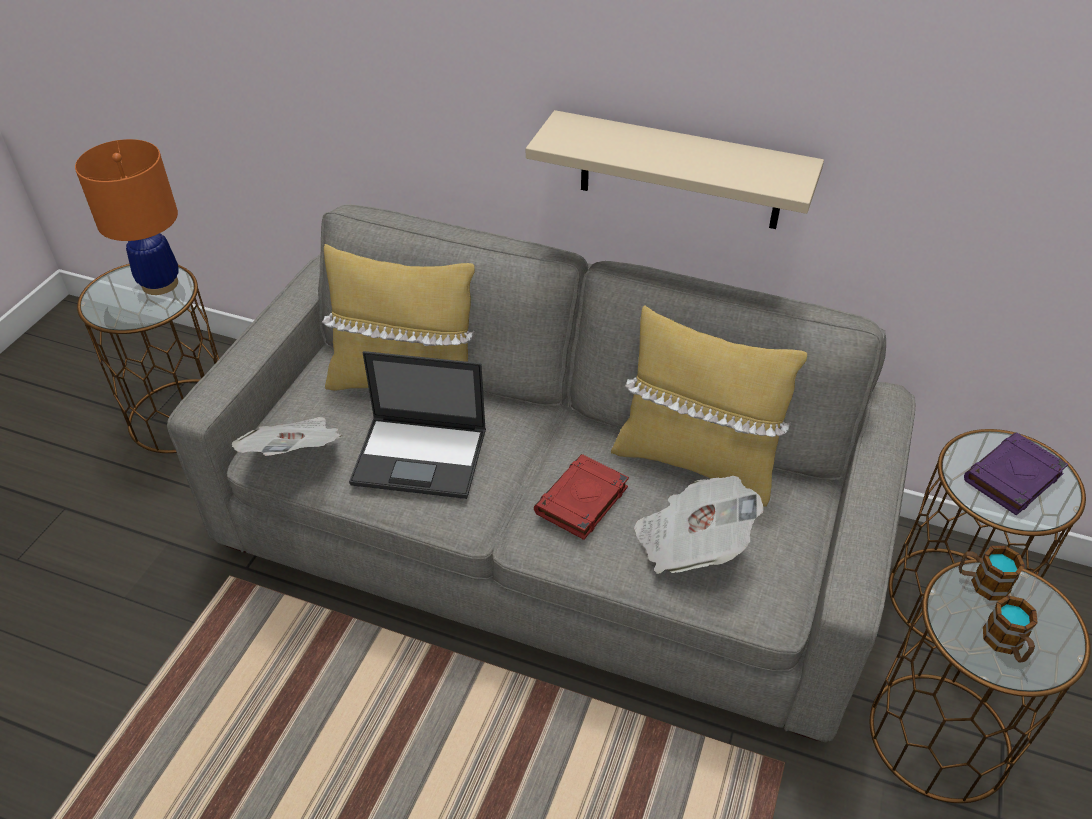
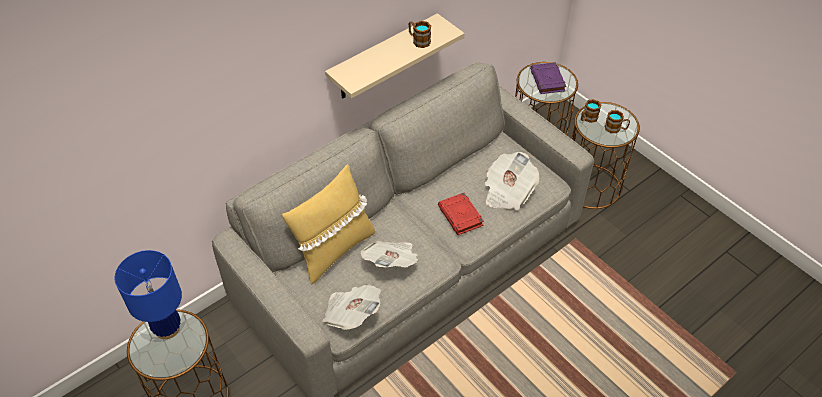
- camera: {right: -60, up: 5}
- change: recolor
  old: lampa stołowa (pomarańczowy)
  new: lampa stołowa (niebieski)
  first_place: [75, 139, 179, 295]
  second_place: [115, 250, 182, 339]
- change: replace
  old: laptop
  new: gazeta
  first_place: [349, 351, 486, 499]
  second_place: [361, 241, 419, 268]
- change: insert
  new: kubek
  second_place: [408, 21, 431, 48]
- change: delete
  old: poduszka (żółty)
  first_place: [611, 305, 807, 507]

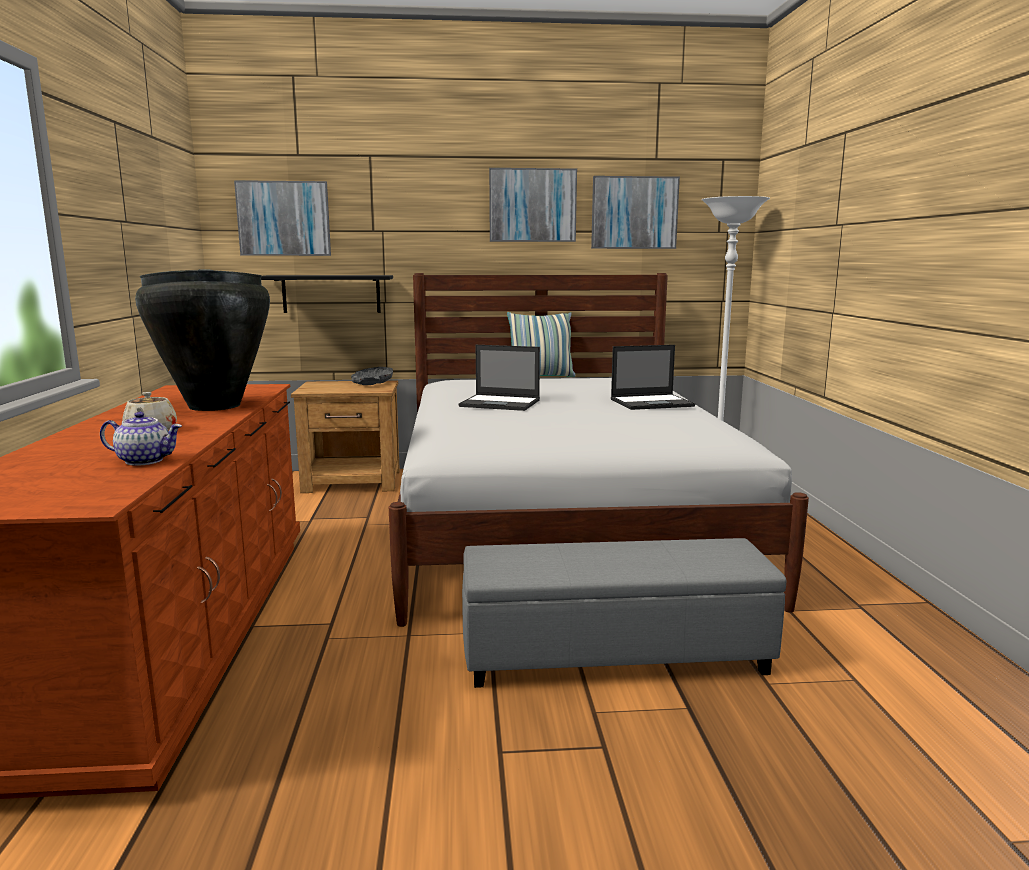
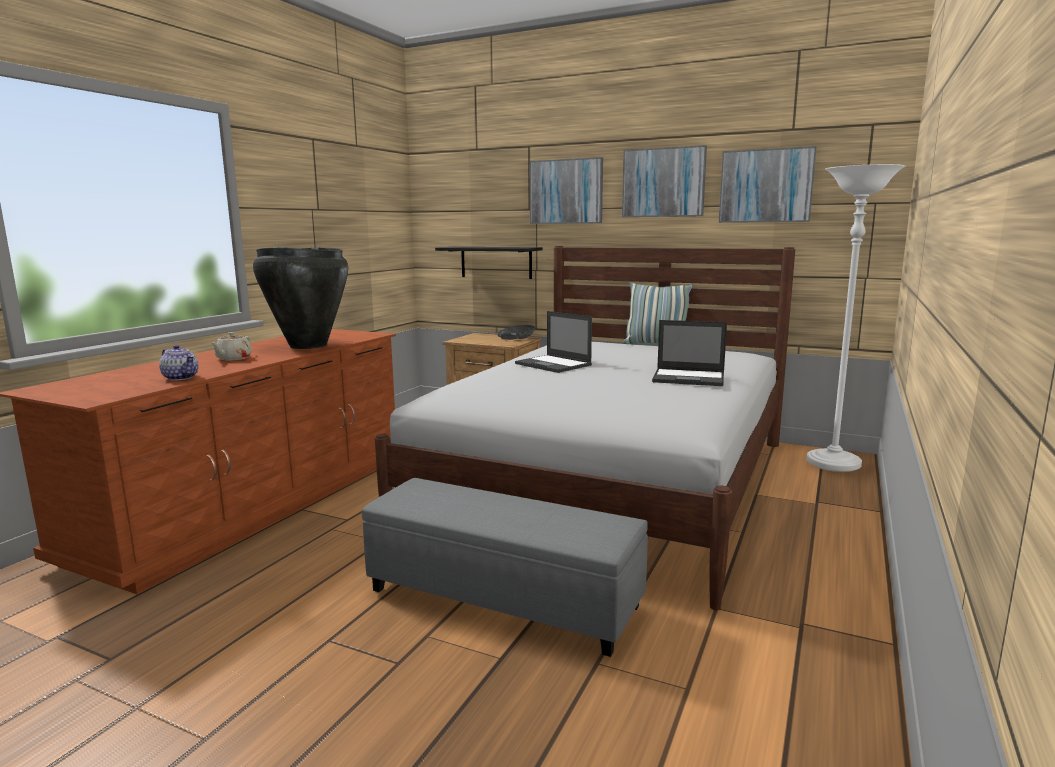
- camera: {right: 30, up: 0}
- change: move
  old: obraz
  first_place: [234, 180, 331, 256]
  second_place: [530, 157, 603, 224]

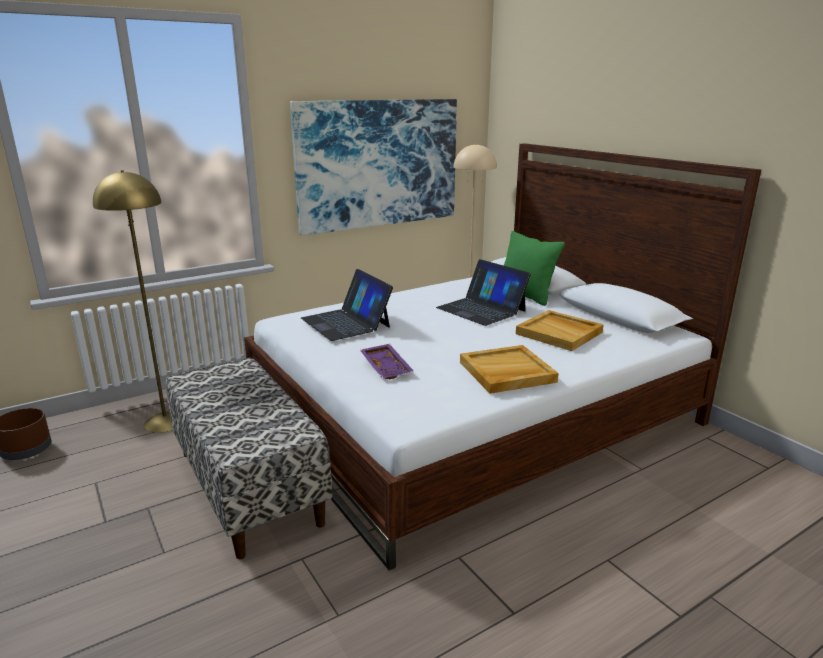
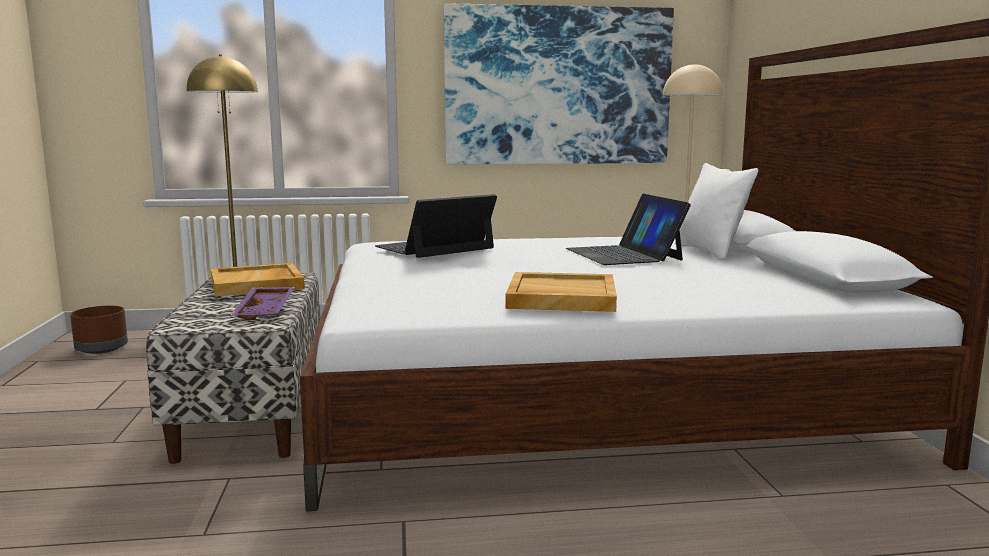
- camera: {right: 25, up: -10}
- change: move
  old: taca (beżowy)
  first_place: [516, 310, 604, 351]
  second_place: [211, 263, 305, 296]
- change: move
  old: taca (fioletowy)
  first_place: [360, 344, 414, 379]
  second_place: [231, 287, 295, 320]
- change: rotate
  old: laptop
  first_place: [301, 269, 393, 341]
  second_place: [375, 194, 497, 258]
  degrees: 60
- change: recolor
  old: poduszka (zielony)
  new: poduszka (biały)
  first_place: [504, 231, 565, 306]
  second_place: [675, 163, 758, 260]

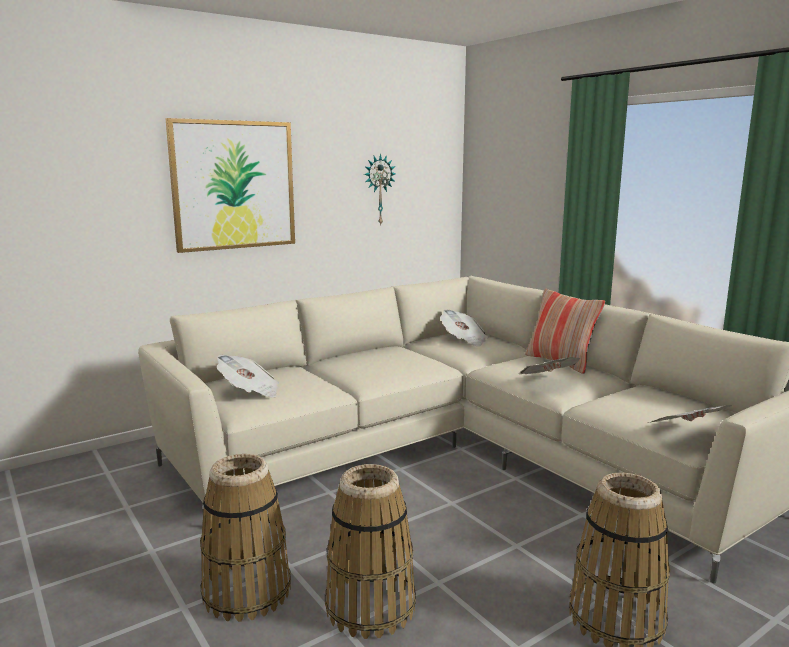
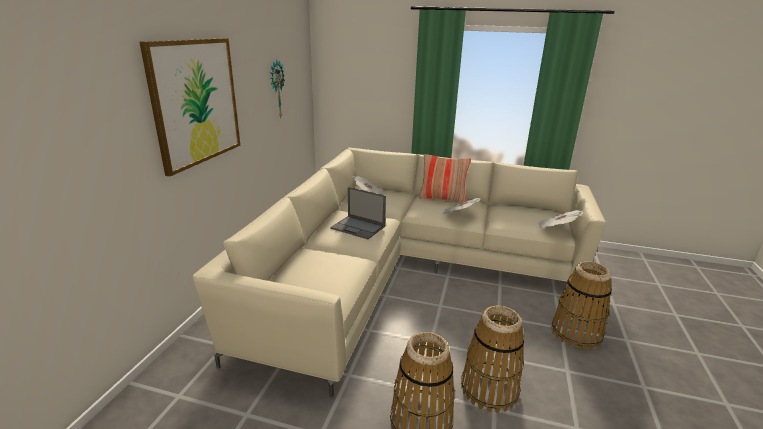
- camera: {right: -40, up: 10}
- change: insert
  new: laptop
  second_place: [330, 187, 386, 239]
- change: delete
  old: gazeta
  first_place: [217, 355, 279, 398]

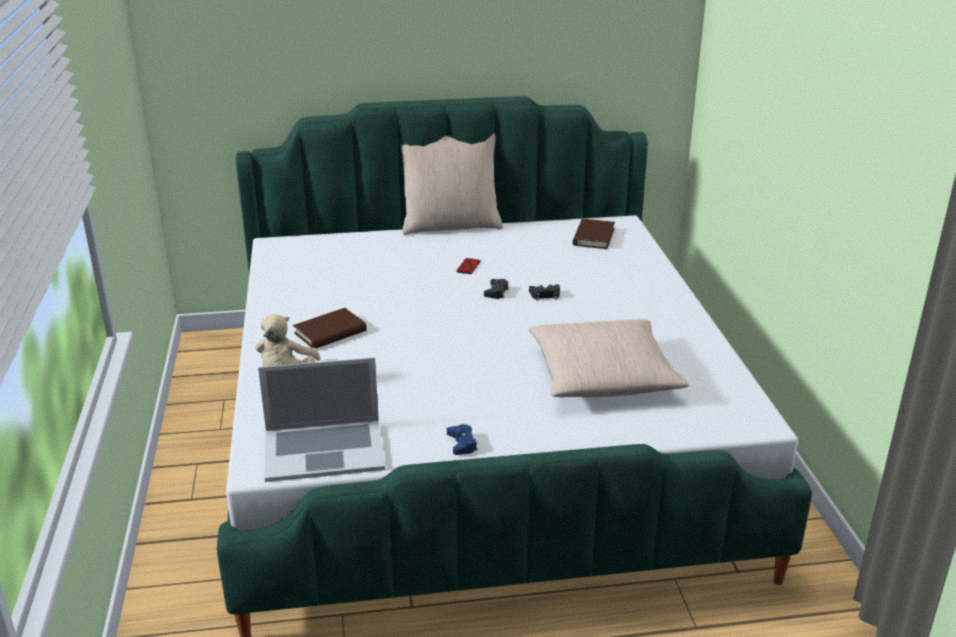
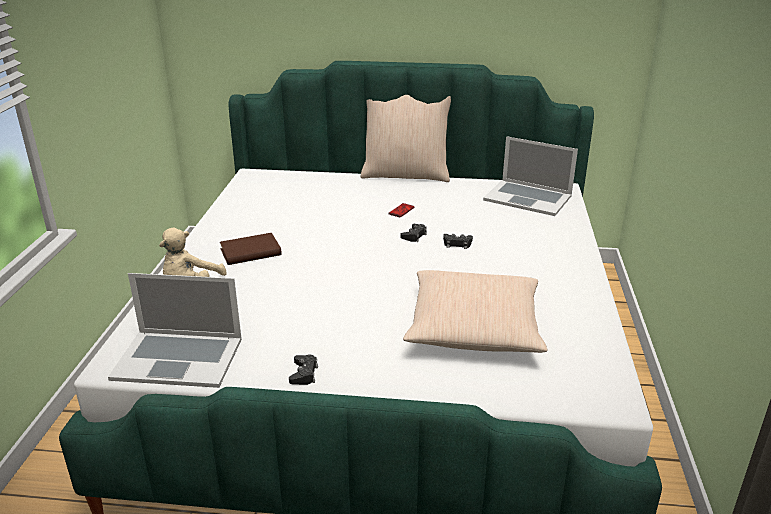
- camera: {right: 15, up: 0}
- change: recolor
  old: pad do gier (niebieski)
  new: pad do gier (czarny)
  first_place: [447, 424, 477, 455]
  second_place: [289, 355, 318, 385]
- change: replace
  old: książka (brązowy)
  new: laptop
  first_place: [573, 219, 615, 249]
  second_place: [483, 136, 578, 216]

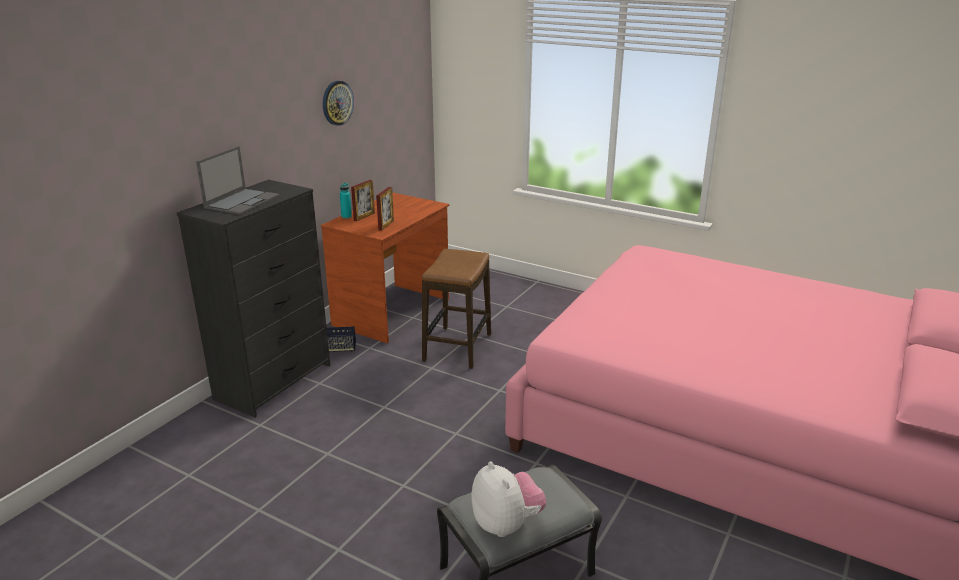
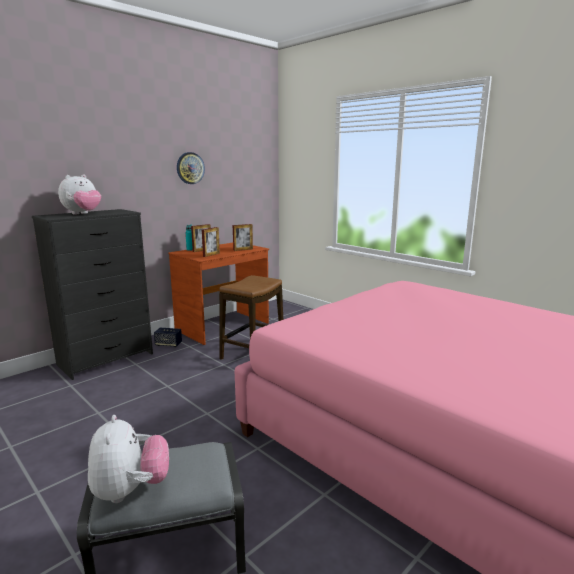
- camera: {right: 15, up: -10}
- change: replace
  old: laptop
  new: pluszak
  first_place: [196, 146, 280, 215]
  second_place: [58, 174, 101, 215]
- change: insert
  new: ramka na zdjęcie
  second_place: [233, 224, 253, 251]

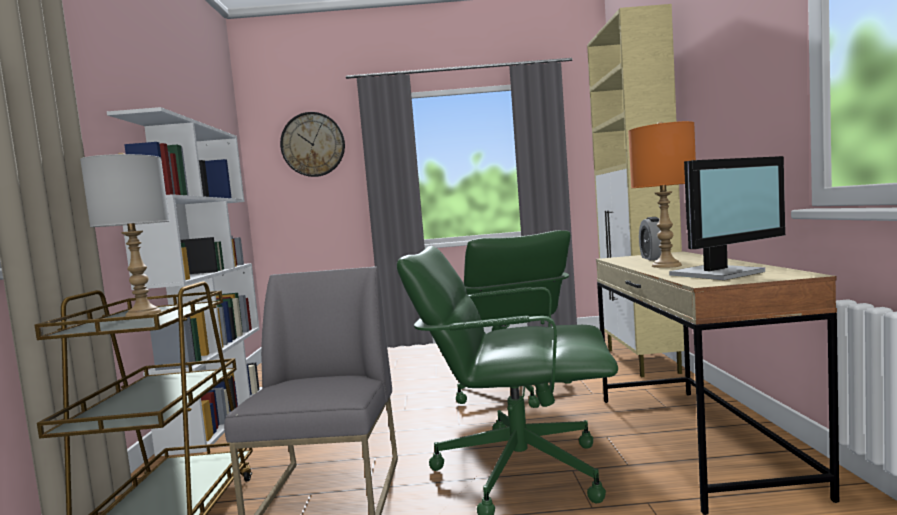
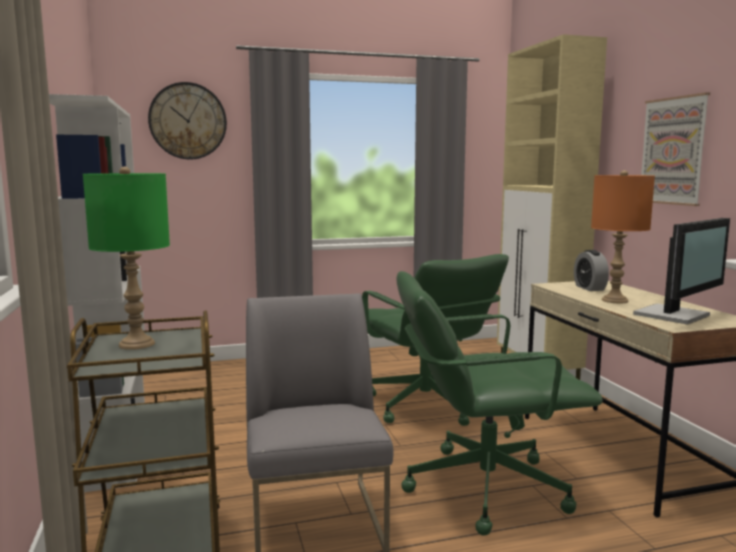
- camera: {right: -15, up: 5}
- change: recolor
  old: lampa stołowa (szary)
  new: lampa stołowa (zielony)
  first_place: [80, 153, 169, 316]
  second_place: [83, 167, 170, 350]
- change: insert
  new: obraz
  second_place: [641, 92, 710, 206]

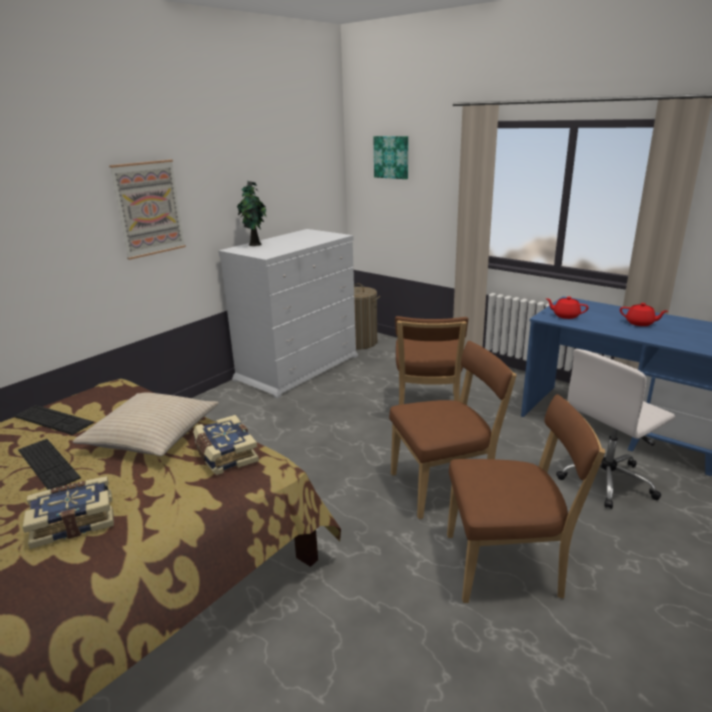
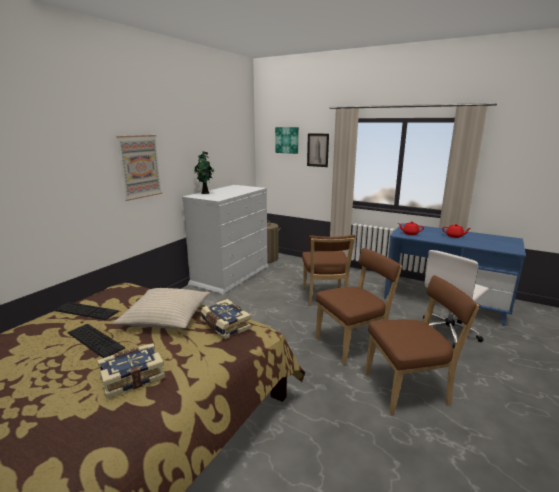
- camera: {right: -10, up: -5}
- change: insert
  new: obraz
  second_place: [307, 133, 329, 167]

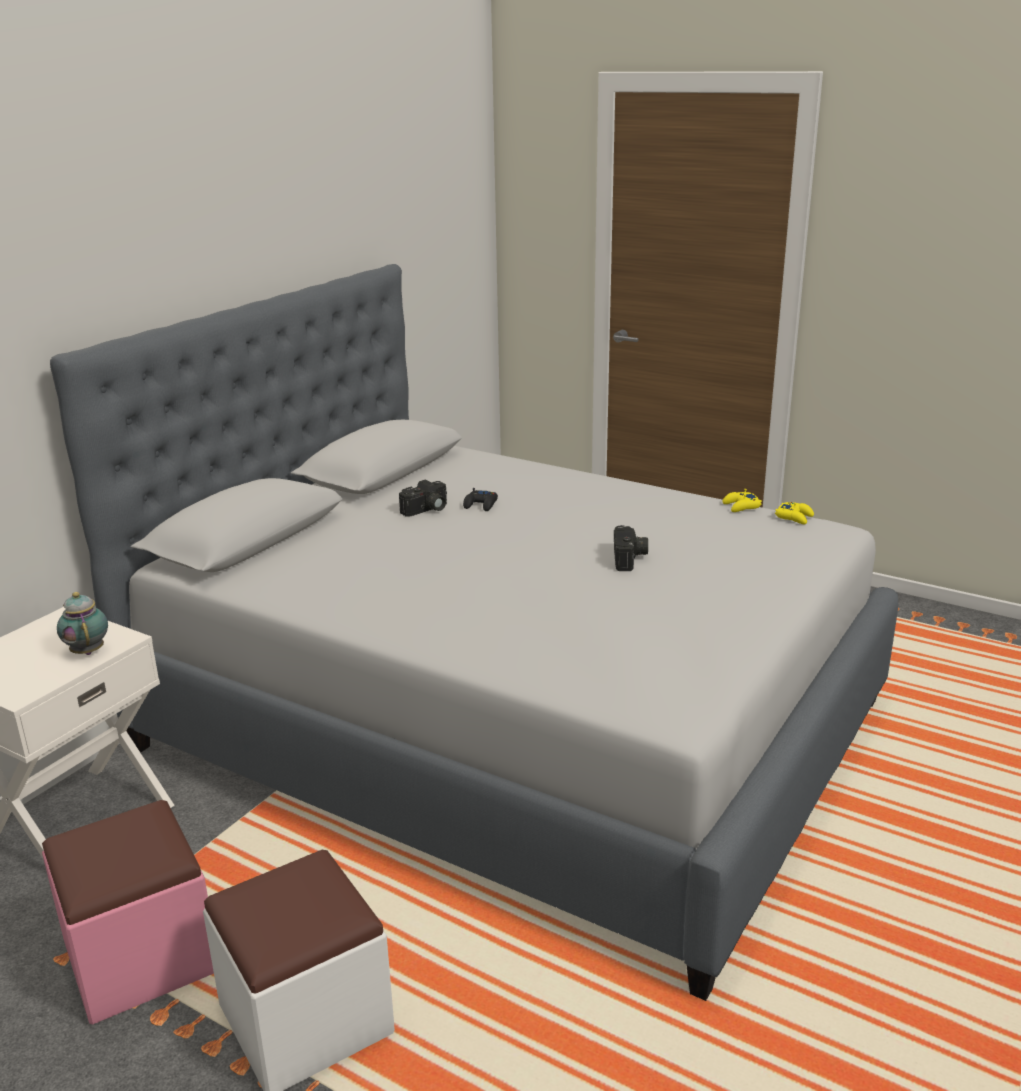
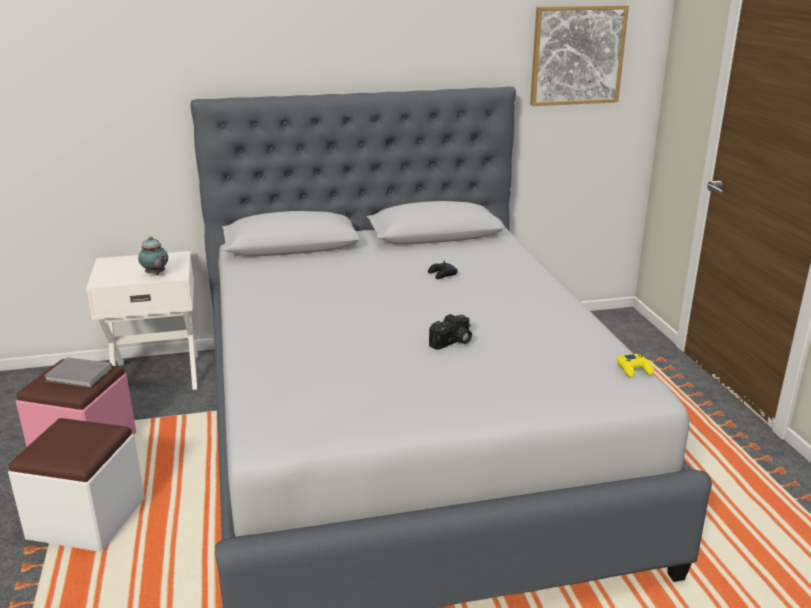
- camera: {right: 45, up: 0}
- change: insert
  new: książka (szary)
  second_place: [44, 357, 113, 387]
- change: rotate
  old: imbryk
  first_place: [57, 592, 108, 655]
  second_place: [138, 236, 168, 275]
  degrees: 120
- change: insert
  new: obraz
  second_place: [530, 5, 629, 106]
- change: delete
  old: aparat fotograficzny
  first_place: [399, 480, 447, 517]
- change: delete
  old: pad do gier (żółty)
  first_place: [722, 489, 762, 512]

